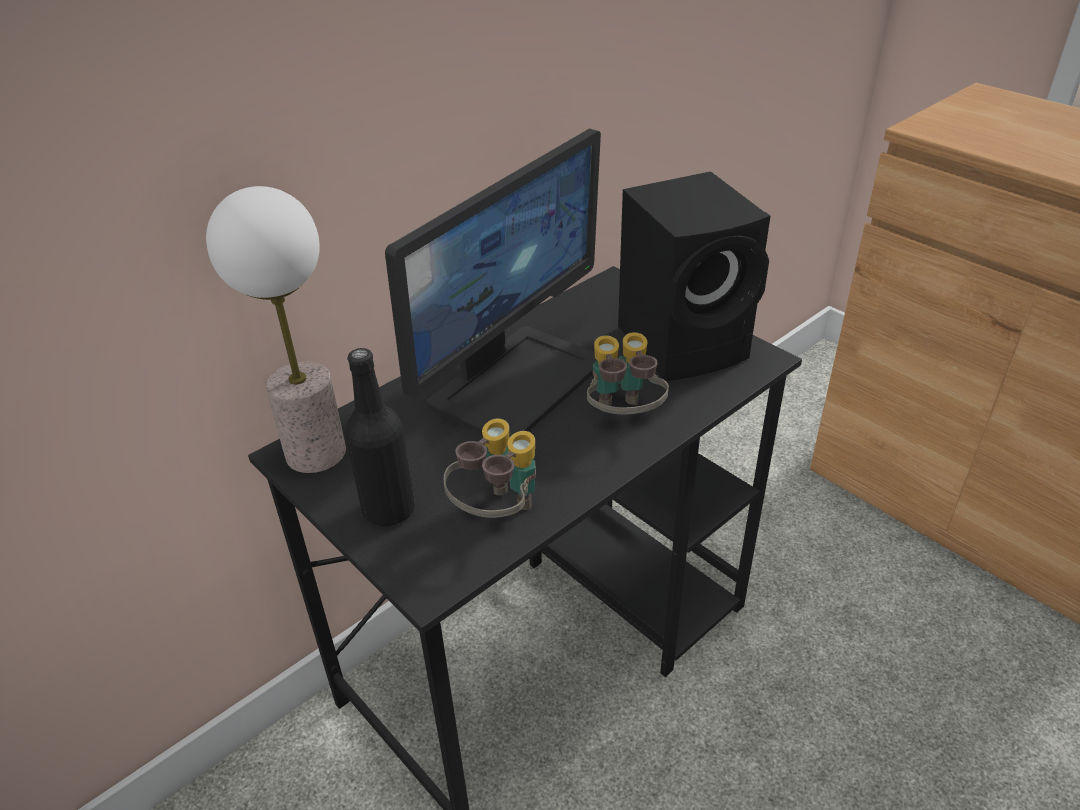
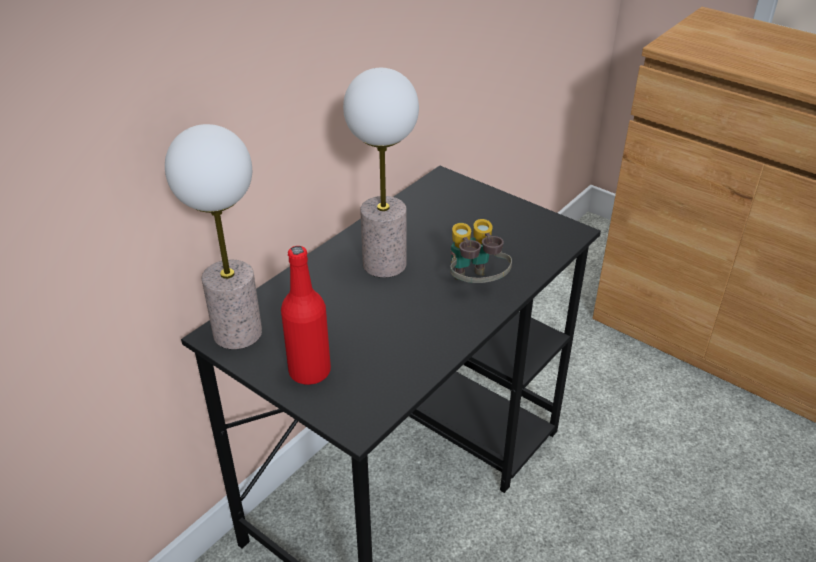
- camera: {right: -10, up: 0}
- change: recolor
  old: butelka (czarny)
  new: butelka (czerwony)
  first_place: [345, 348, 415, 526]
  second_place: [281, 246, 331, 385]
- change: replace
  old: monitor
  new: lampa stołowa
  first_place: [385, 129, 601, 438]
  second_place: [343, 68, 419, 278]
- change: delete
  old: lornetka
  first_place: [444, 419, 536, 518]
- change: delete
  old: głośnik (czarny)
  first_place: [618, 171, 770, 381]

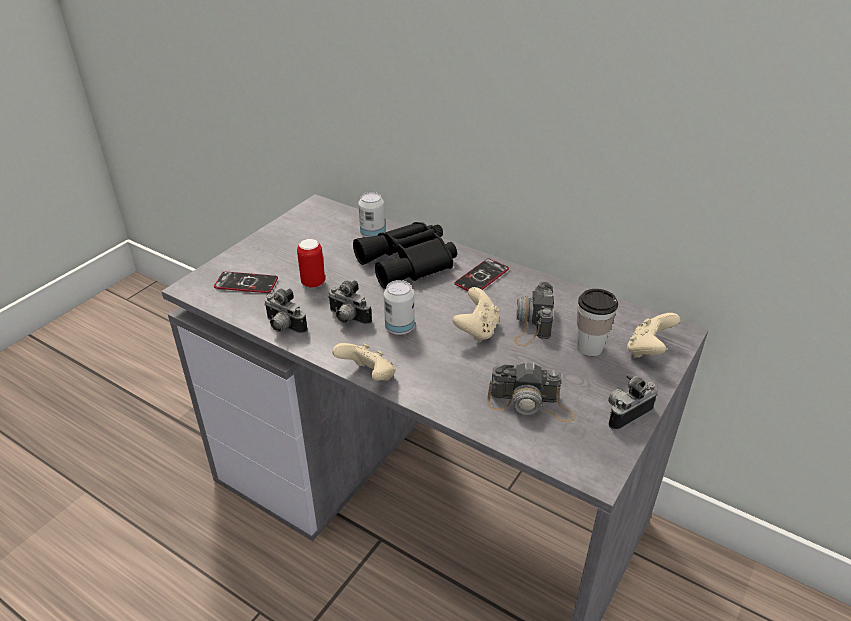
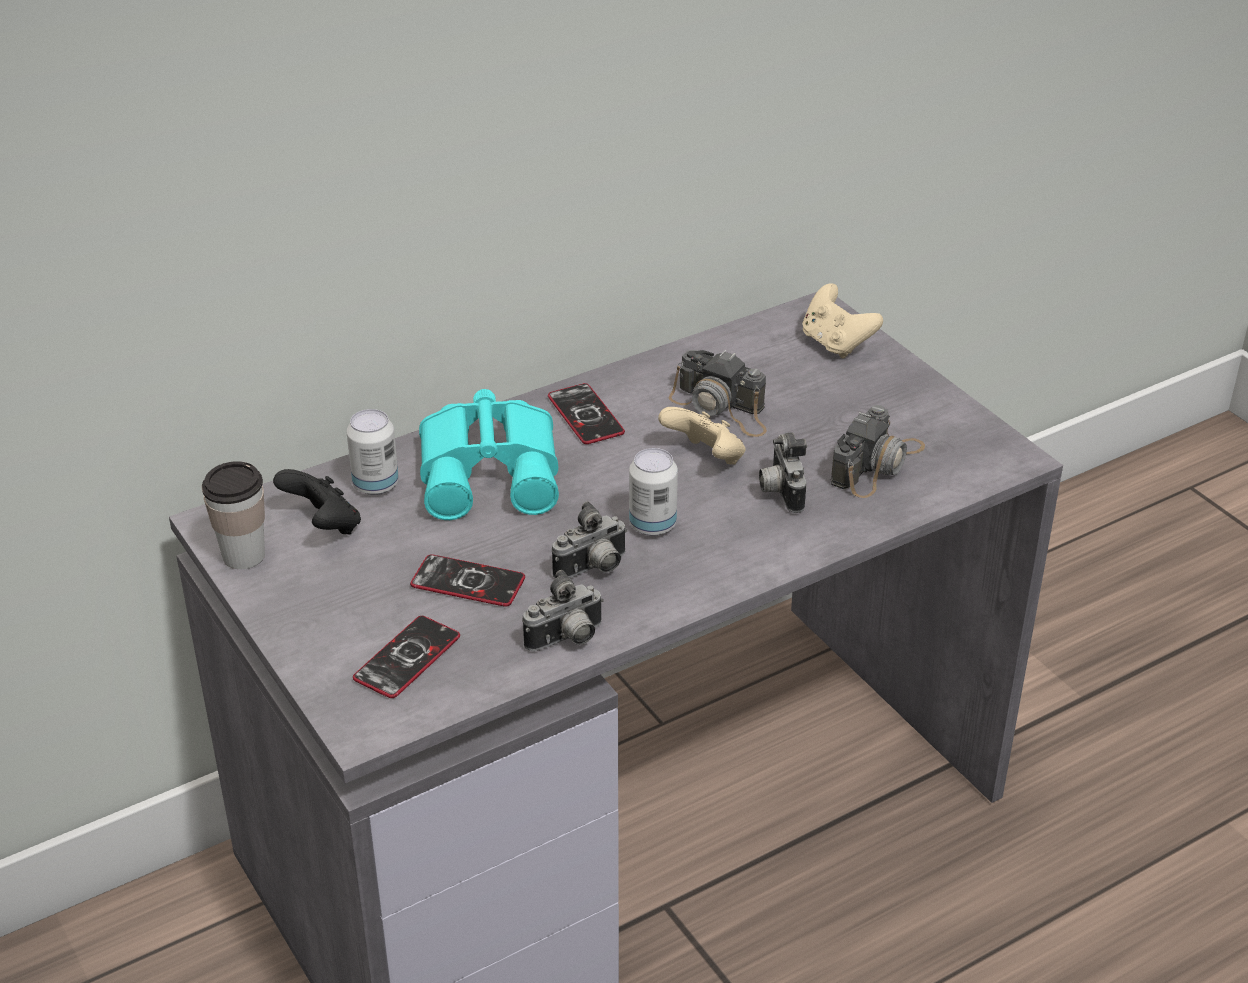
- camera: {right: -65, up: 0}
- change: move
  old: filiżanka
  first_place: [576, 289, 618, 356]
  second_place: [202, 461, 265, 569]
- change: insert
  new: pad do gier (czarny)
  second_place: [273, 469, 361, 535]
- change: replace
  old: puszka
  new: telefon
  first_place: [297, 239, 325, 288]
  second_place: [410, 554, 525, 607]
- change: recolor
  old: lornetka (czarny)
  new: lornetka (turkusowy)
  first_place: [353, 222, 457, 289]
  second_place: [419, 389, 559, 520]
- change: move
  old: aparat fotograficzny
  first_place: [608, 374, 657, 430]
  second_place: [759, 432, 807, 513]
- change: delete
  old: pad do gier (beżowy)
  first_place: [332, 343, 396, 381]

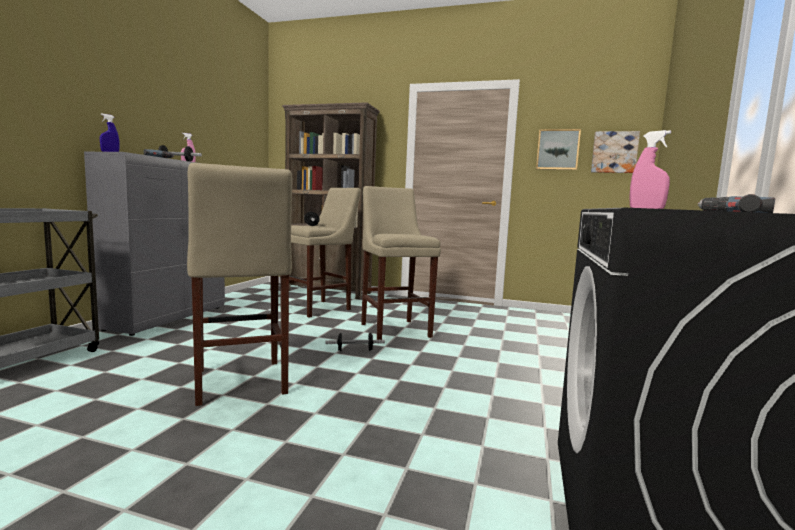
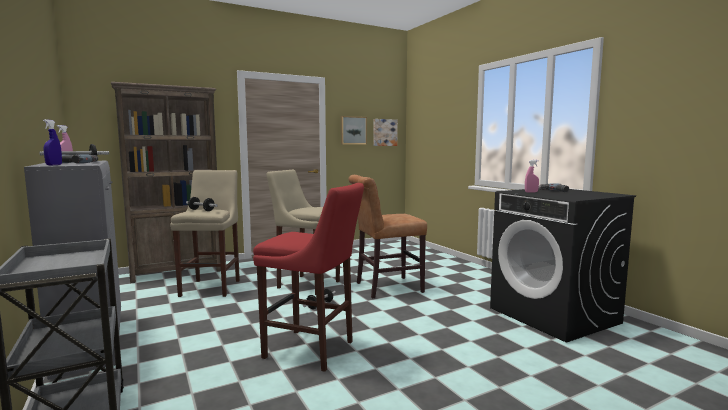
- camera: {right: -45, up: 0}
- change: recolor
  old: stołek (beżowy)
  new: stołek (czerwony)
  first_place: [187, 163, 293, 406]
  second_place: [253, 183, 364, 372]
- change: insert
  new: krzesło (brązowy)
  second_place: [348, 175, 427, 299]

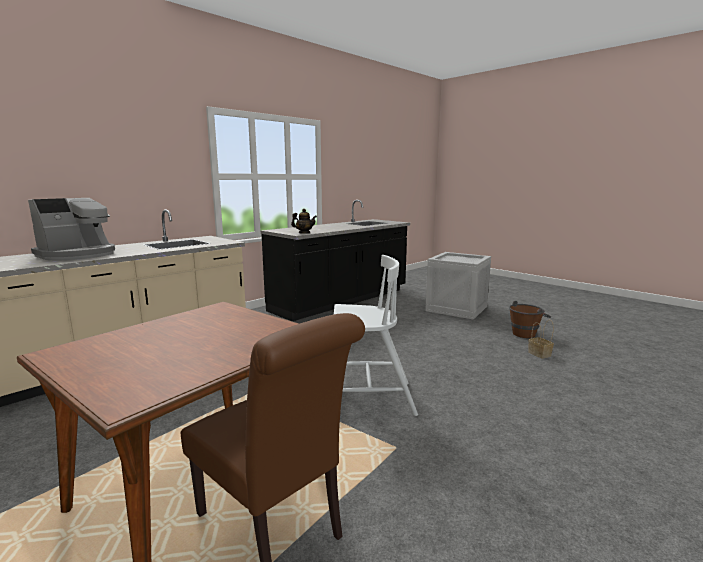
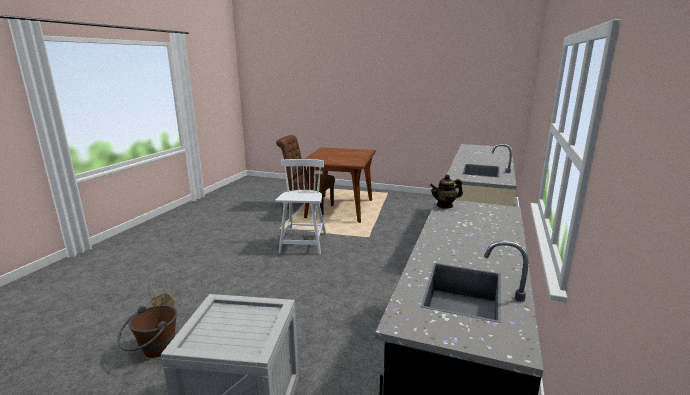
- camera: {right: 155, up: 5}
- change: rotate
  old: krzesło (biały)
  first_place: [334, 255, 418, 416]
  second_place: [275, 159, 326, 255]
  degrees: 120
- change: delete
  old: ekspres do kawy
  first_place: [28, 198, 115, 260]

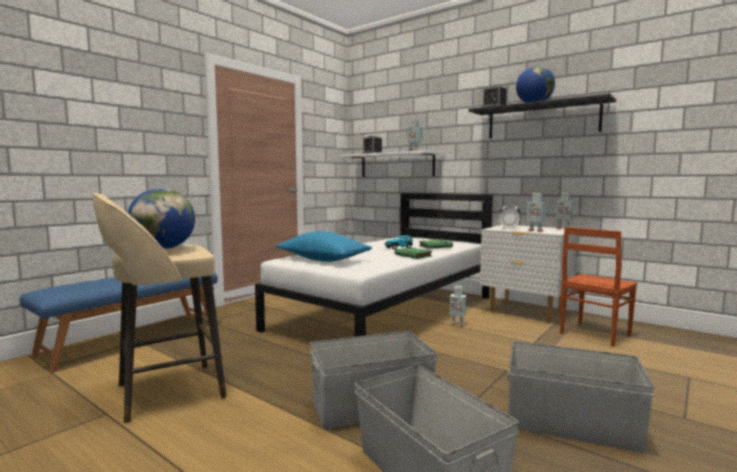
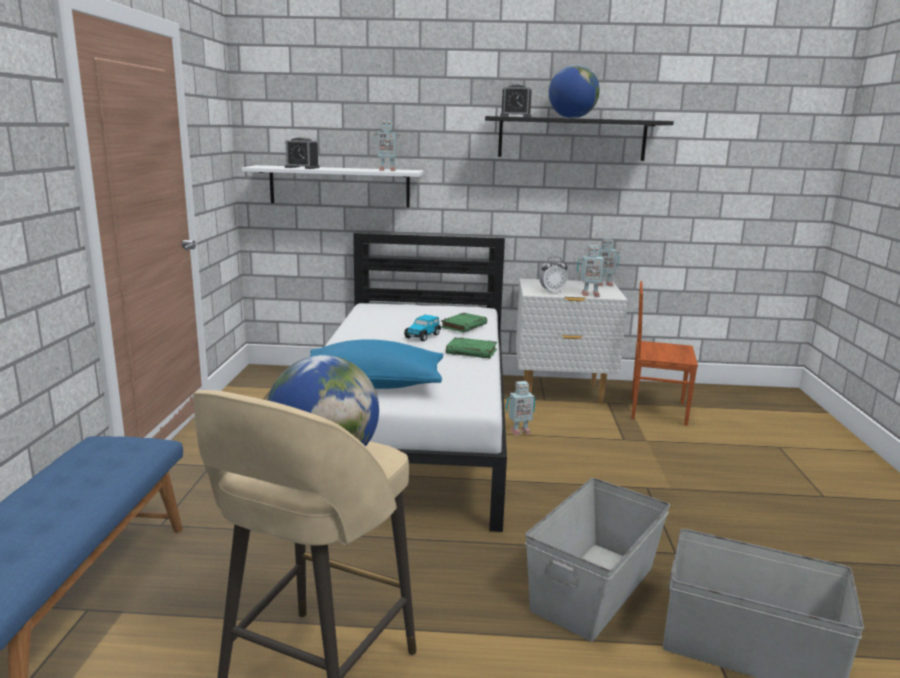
- camera: {right: -35, up: 10}
- change: rotate
  old: krzesło (brązowy)
  first_place: [560, 227, 638, 346]
  second_place: [631, 281, 698, 426]
  degrees: 90
- change: delete
  old: pojemnik do przechowywania (szary)
  first_place: [508, 341, 655, 453]

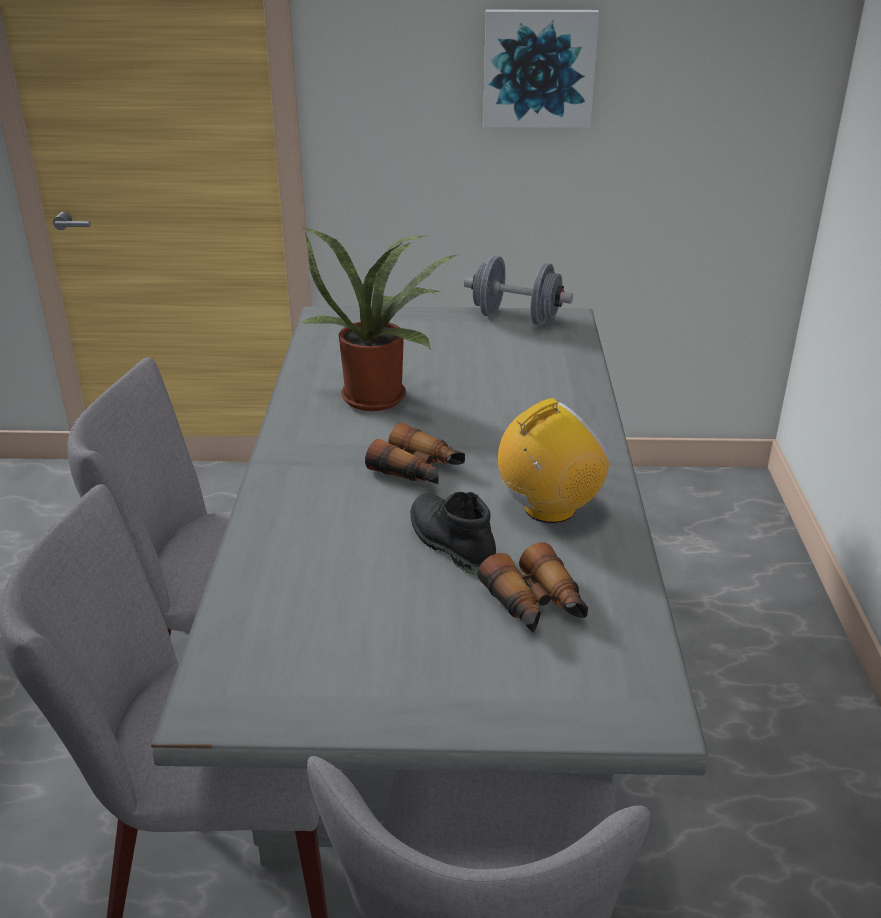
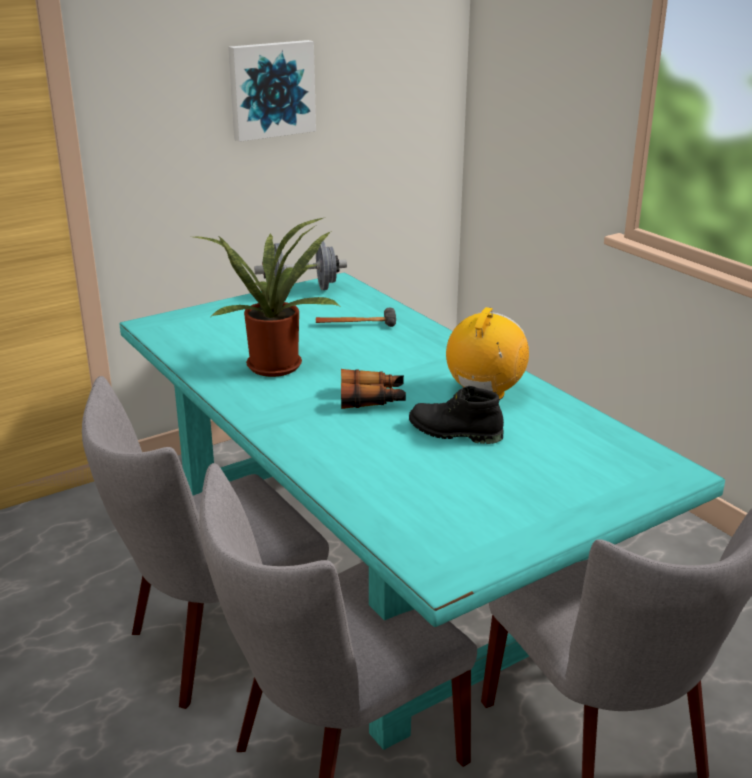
- camera: {right: -35, up: -5}
- change: recolor
  old: stół jadalny (szary)
  new: stół jadalny (turkusowy)
  first_place: [151, 306, 708, 867]
  second_place: [120, 272, 725, 750]
- change: insert
  new: młotek
  second_place: [316, 308, 396, 327]
- change: delete
  old: lornetka
  first_place: [477, 542, 588, 633]

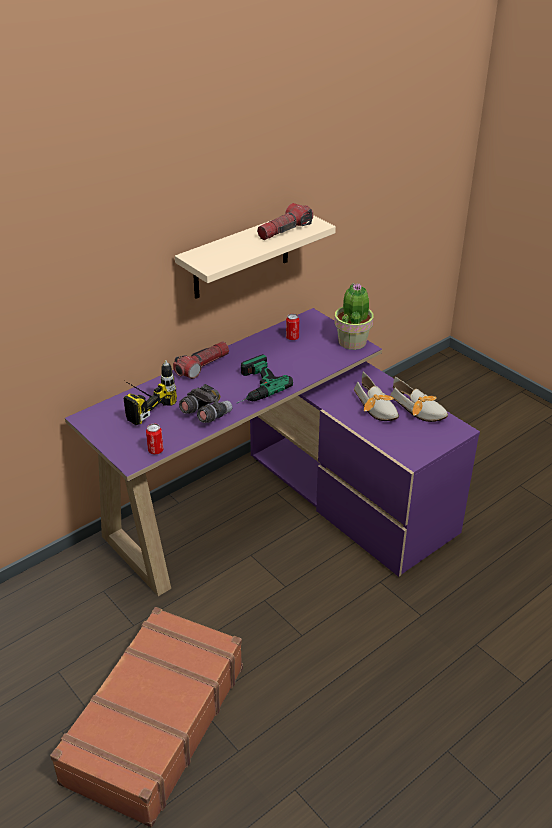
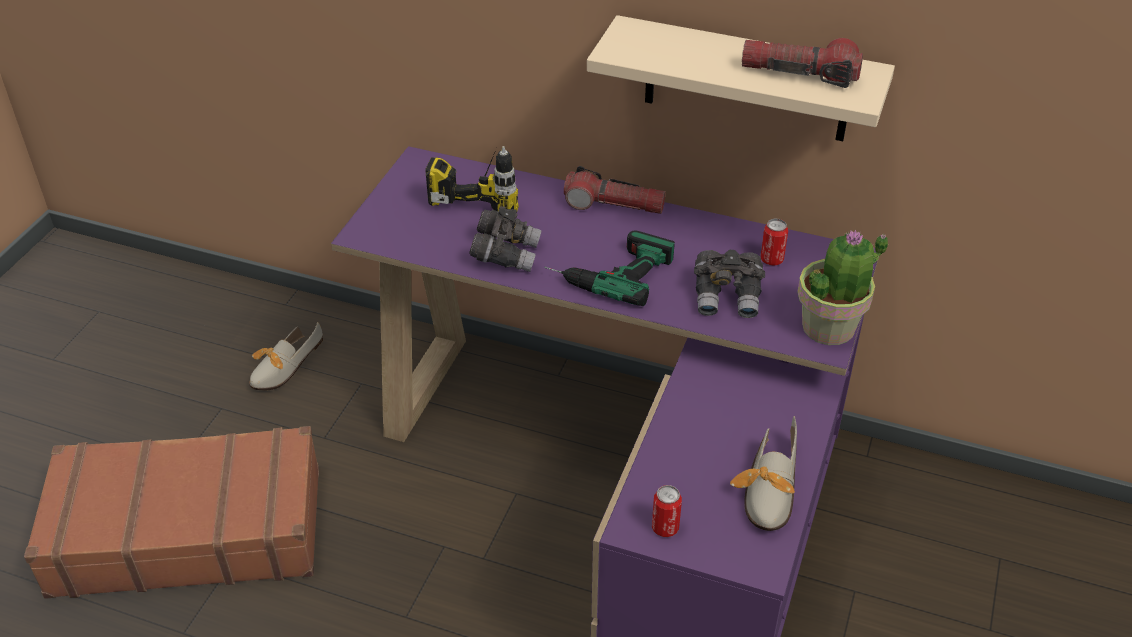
- camera: {right: 60, up: 5}
- change: move
  old: but
  first_place: [354, 372, 399, 421]
  second_place: [249, 322, 323, 391]
- change: move
  old: puszka
  first_place: [146, 423, 164, 455]
  second_place: [652, 485, 682, 537]
- change: insert
  new: lornetka (szary)
  second_place: [694, 250, 765, 318]

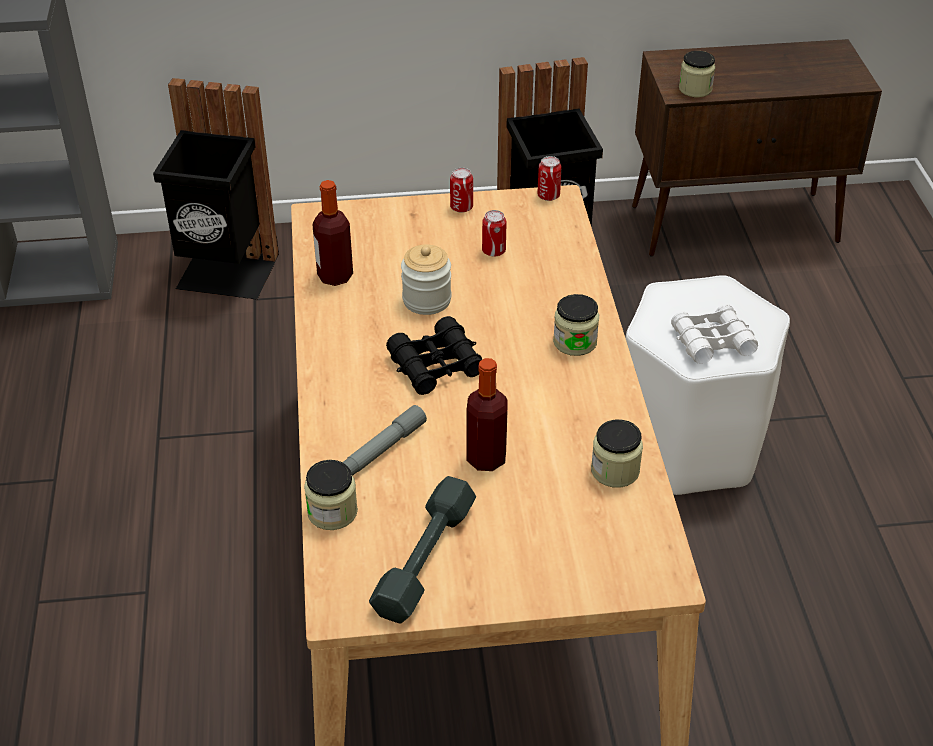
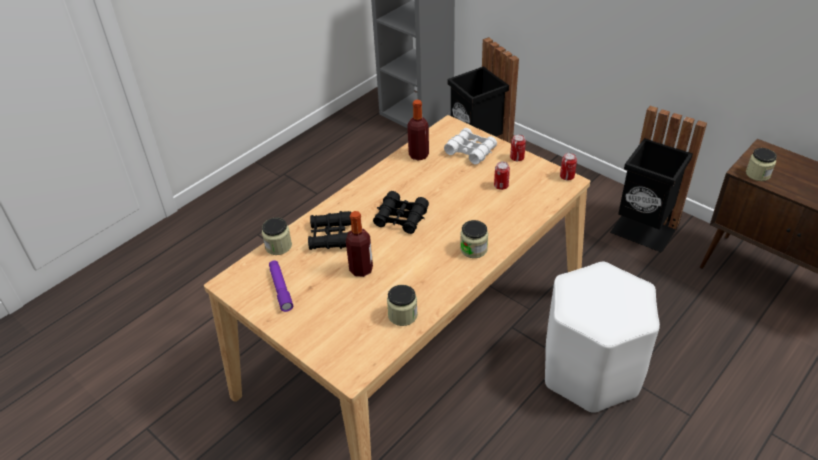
- camera: {right: 50, up: 0}
- change: replace
  old: hantel (szary)
  new: latarka (fioletowy)
  first_place: [369, 476, 476, 624]
  second_place: [269, 260, 293, 312]
- change: replace
  old: latarka (szary)
  new: lornetka (czarny)
  first_place: [343, 405, 427, 476]
  second_place: [308, 211, 351, 250]
- change: move
  old: lornetka (biały)
  first_place: [671, 304, 758, 364]
  second_place: [444, 128, 497, 164]
- change: delete
  old: słoik
  first_place: [401, 244, 451, 315]

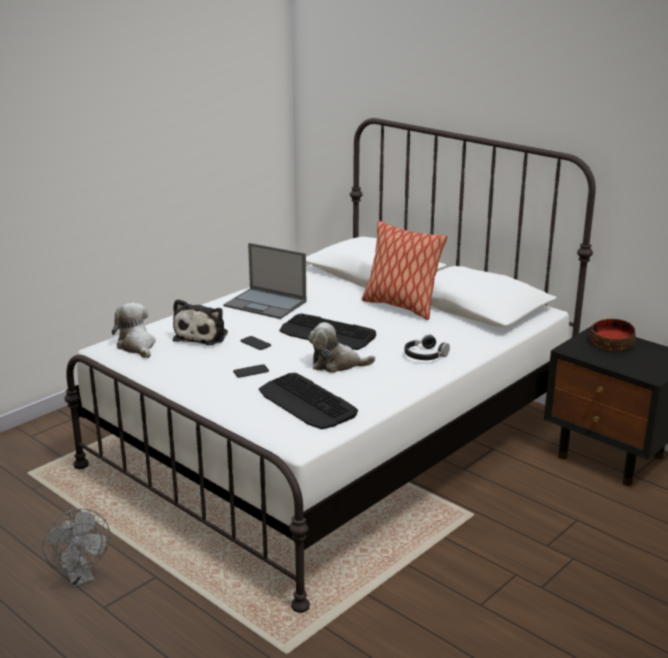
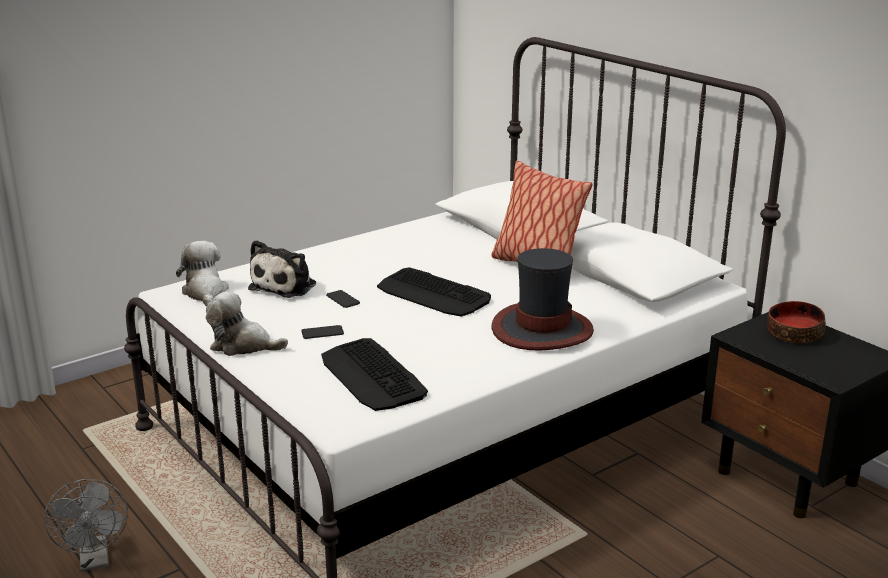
- camera: {right: 10, up: 0}
- change: move
  old: pluszak
  first_place: [308, 322, 375, 373]
  second_place: [206, 291, 288, 356]
- change: replace
  old: słuchawki (czarny)
  new: kapelusz
  first_place: [404, 334, 450, 360]
  second_place: [492, 248, 594, 351]
- change: delete
  old: laptop
  first_place: [223, 243, 307, 319]

